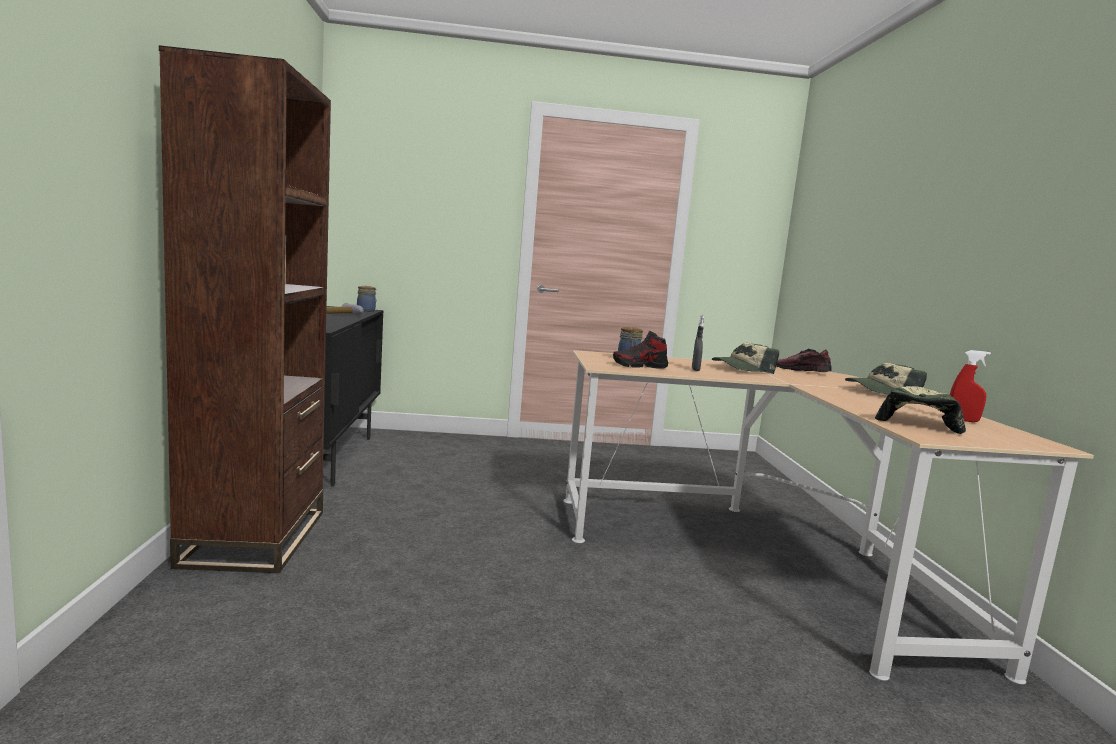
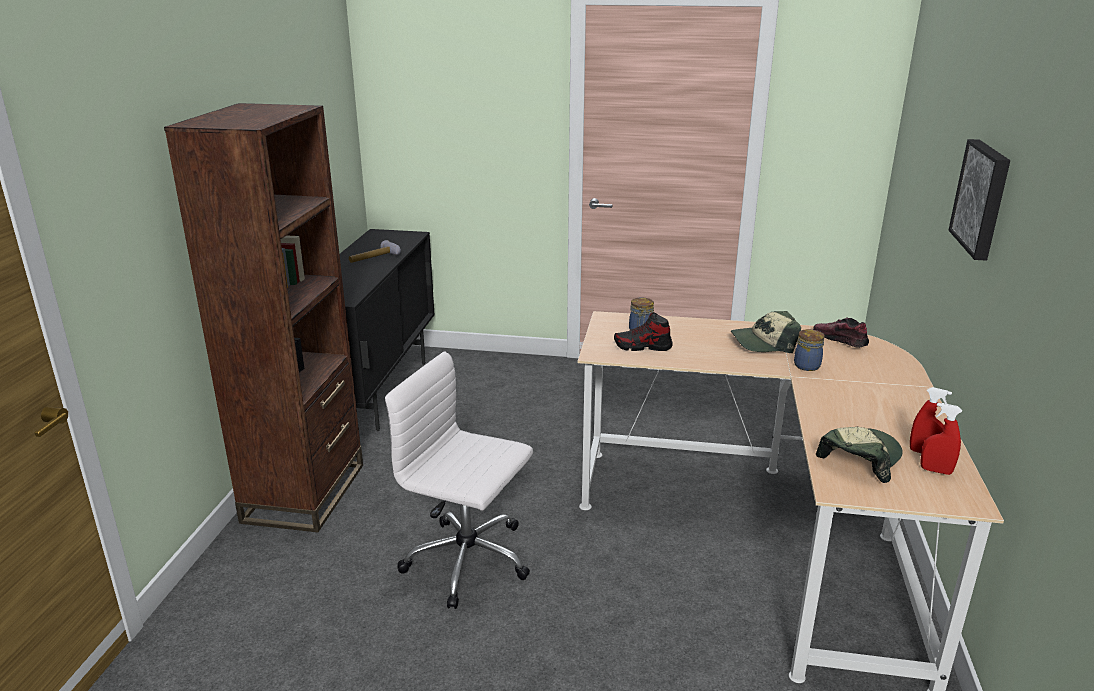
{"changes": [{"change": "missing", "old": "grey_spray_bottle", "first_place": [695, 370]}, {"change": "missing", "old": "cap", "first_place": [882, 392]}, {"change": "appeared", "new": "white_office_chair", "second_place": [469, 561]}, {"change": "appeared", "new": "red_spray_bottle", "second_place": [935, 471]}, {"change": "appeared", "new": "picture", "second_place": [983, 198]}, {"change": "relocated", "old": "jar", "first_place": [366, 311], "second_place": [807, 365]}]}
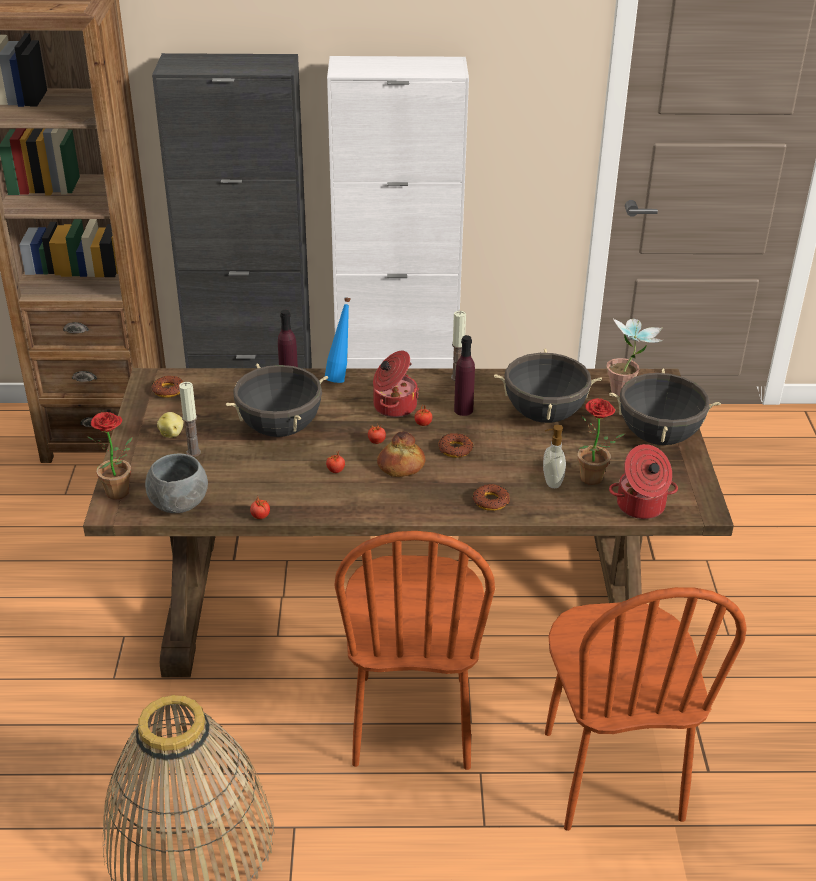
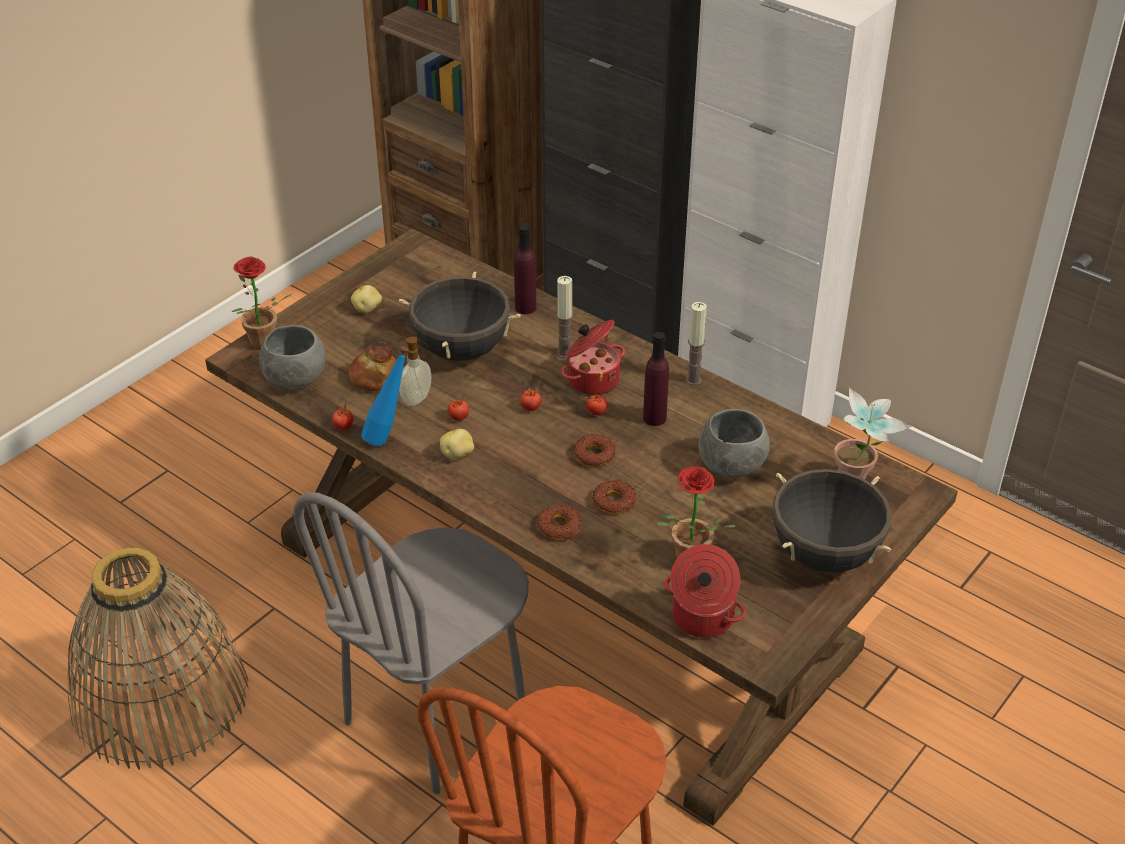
{"changes": [{"change": "appeared", "new": "potato", "second_place": [458, 454]}, {"change": "relocated", "old": "donut", "first_place": [168, 390], "second_place": [614, 501]}, {"change": "relocated", "old": "candle", "first_place": [193, 452], "second_place": [564, 353]}, {"change": "relocated", "old": "blue_bottle", "first_place": [340, 377], "second_place": [389, 437]}, {"change": "relocated", "old": "bread", "first_place": [401, 466], "second_place": [375, 379]}, {"change": "relocated", "old": "soap_dispenser", "first_place": [551, 482], "second_place": [415, 398]}, {"change": "exchanged", "old": "black_cooking_pot", "new": "grey_bowl", "first_place": [544, 415], "second_place": [731, 466]}, {"change": "colour", "old": "brown_chair", "new": "grey_chair", "first_place": [412, 721], "second_place": [436, 716]}]}
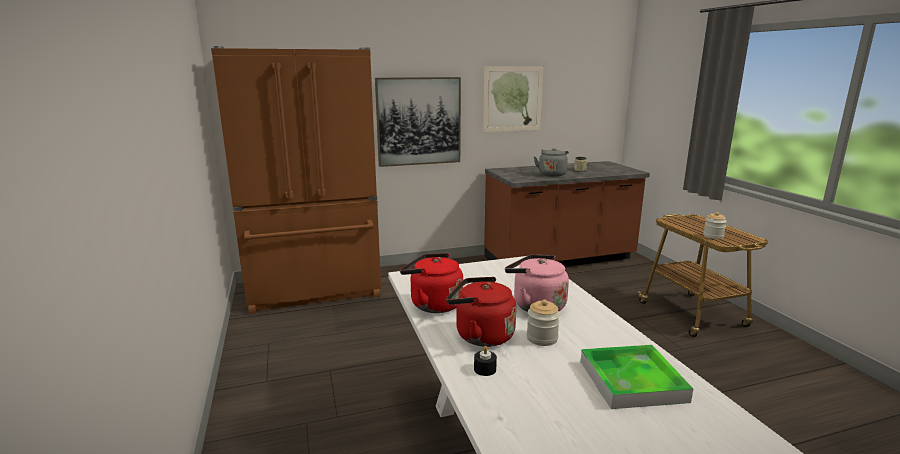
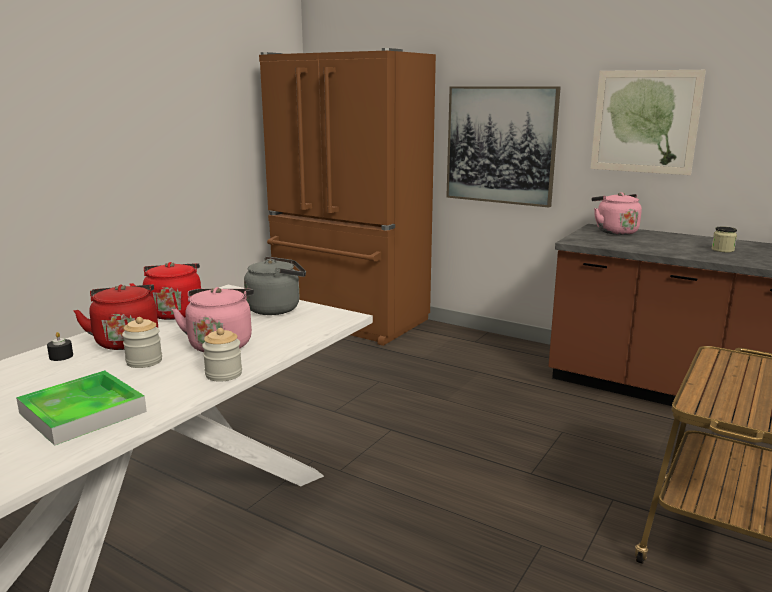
{"changes": [{"change": "appeared", "new": "pink_kettle", "second_place": [614, 231]}, {"change": "relocated", "old": "grey_kettle", "first_place": [552, 174], "second_place": [277, 308]}, {"change": "relocated", "old": "jar", "first_place": [713, 236], "second_place": [223, 374]}]}
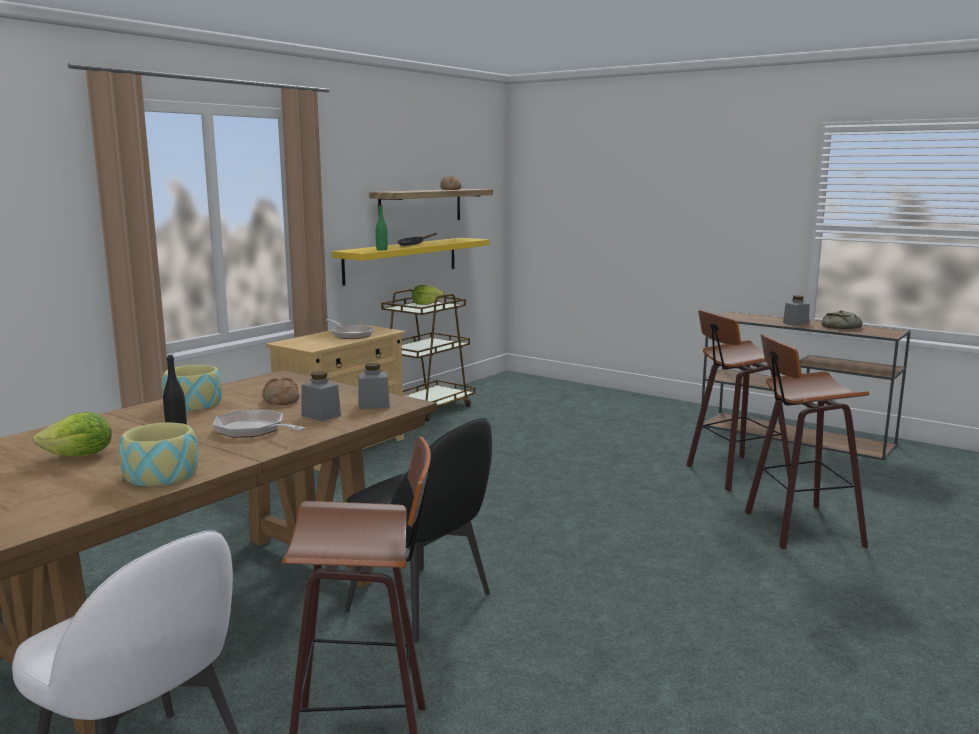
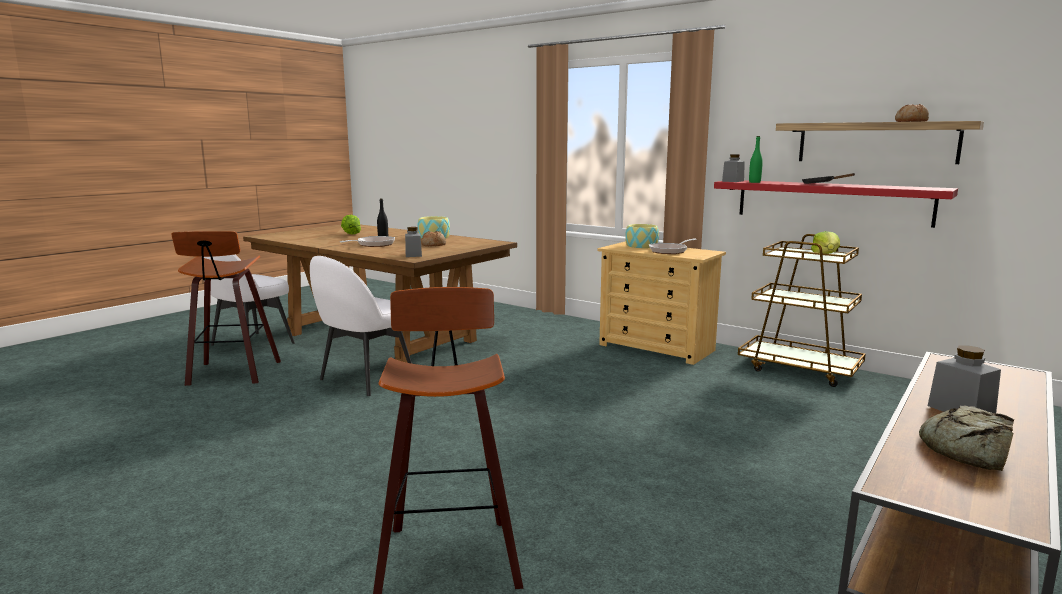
{"changes": [{"change": "missing", "old": "stool", "first_place": [734, 474]}, {"change": "relocated", "old": "bowl", "first_place": [162, 475], "second_place": [641, 246]}, {"change": "relocated", "old": "grey_jar", "first_place": [321, 415], "second_place": [733, 181]}, {"change": "colour", "old": "yellow_shelf", "new": "red_shelf", "first_place": [401, 260], "second_place": [831, 202]}, {"change": "colour", "old": "black_chair", "new": "white_chair", "first_place": [422, 604], "second_place": [365, 379]}]}
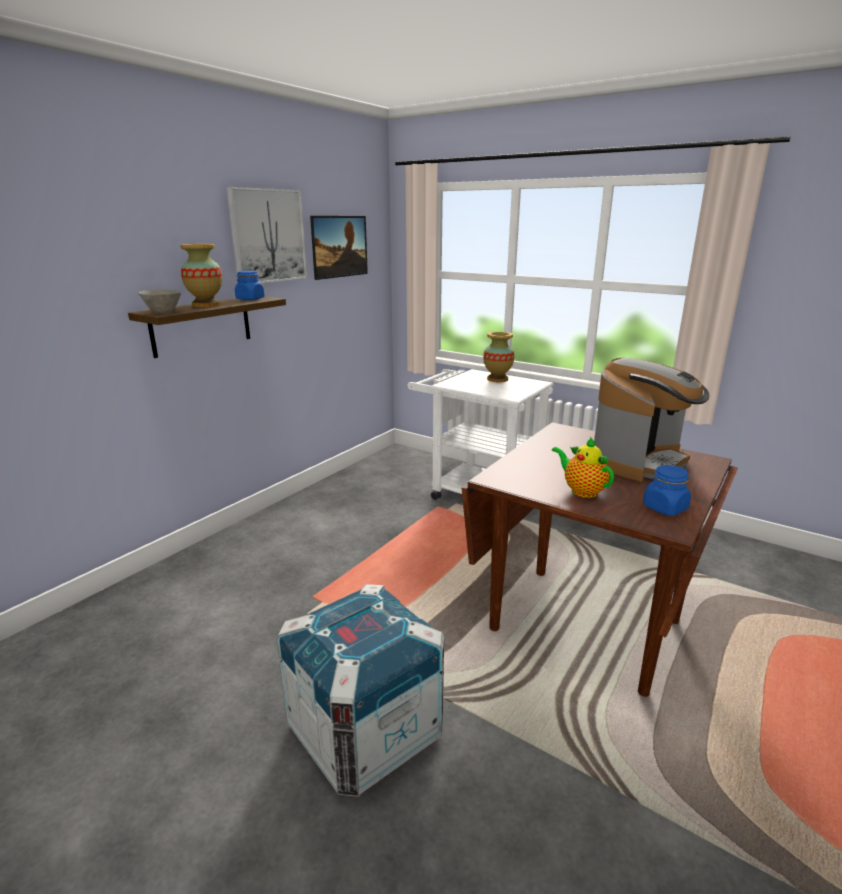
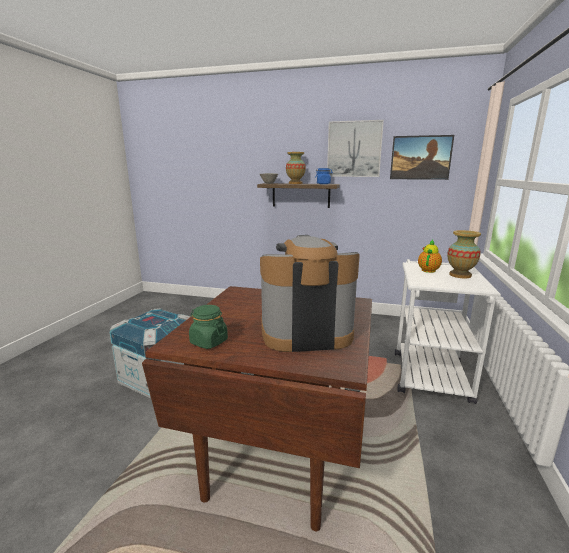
{"changes": [{"change": "relocated", "old": "teapot", "first_place": [581, 491], "second_place": [428, 270]}, {"change": "colour", "old": "blue_jar", "new": "green_jar", "first_place": [665, 508], "second_place": [208, 342]}, {"change": "spun", "old": "coffee_machine", "first_place": [639, 462], "second_place": [305, 332], "degrees": 150}]}
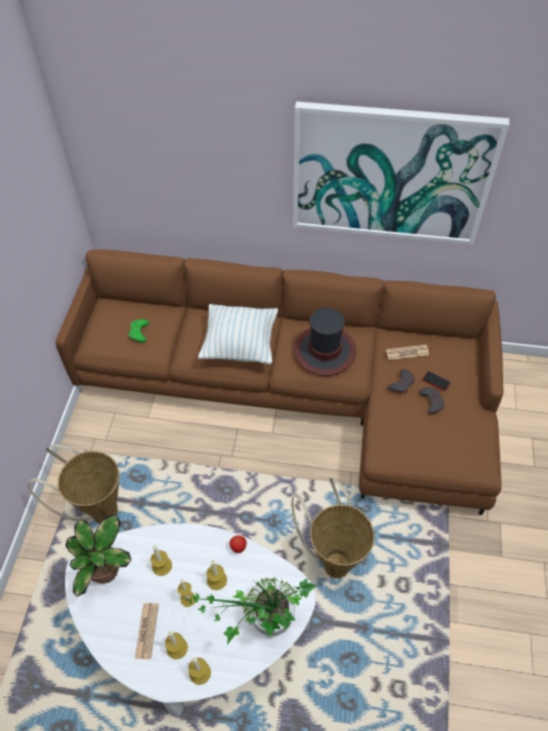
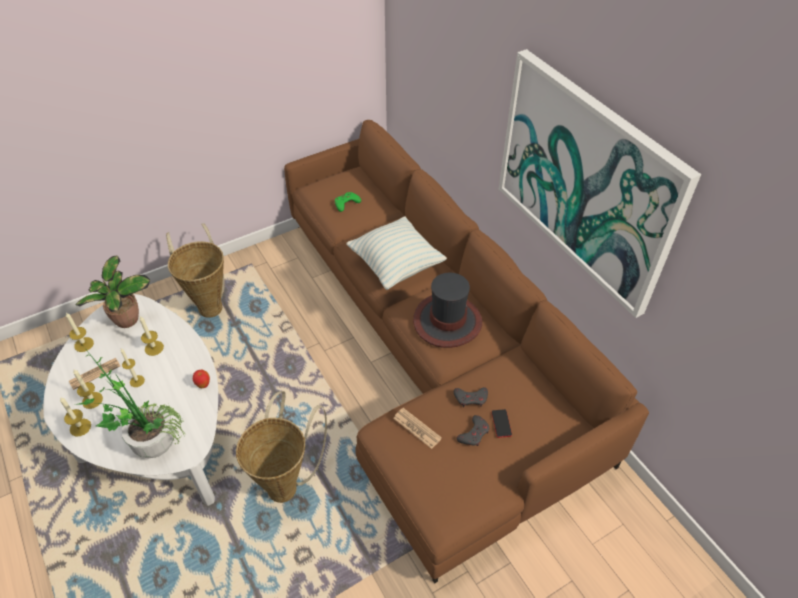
{"changes": [{"change": "relocated", "old": "candle", "first_place": [217, 580], "second_place": [84, 344]}, {"change": "relocated", "old": "newspaper", "first_place": [407, 352], "second_place": [417, 428]}]}
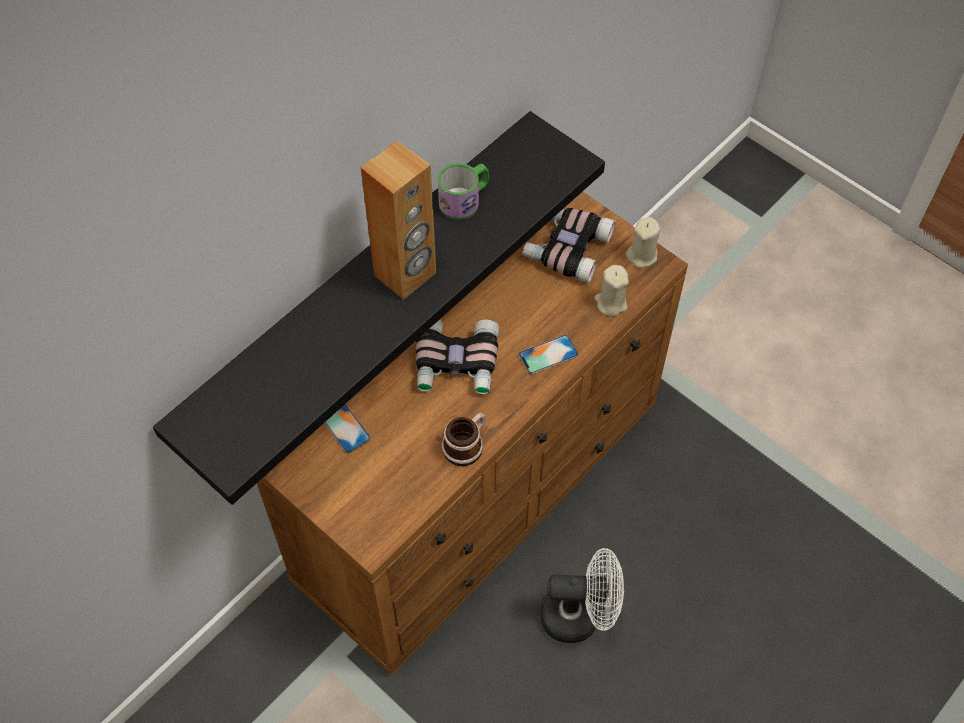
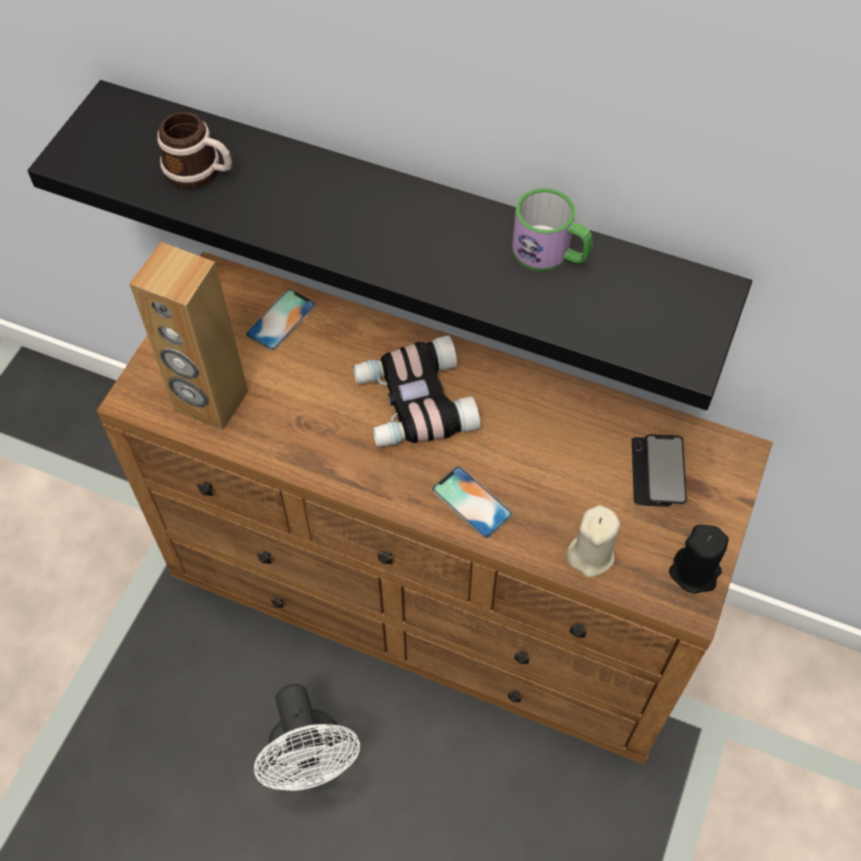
{"changes": [{"change": "relocated", "old": "brown_speaker", "first_place": [405, 274], "second_place": [210, 401]}, {"change": "relocated", "old": "mug", "first_place": [466, 444], "second_place": [200, 171]}, {"change": "exchanged", "old": "binoculars", "new": "phone", "first_place": [566, 247], "second_place": [658, 471]}, {"change": "colour", "old": "beige_candle", "new": "black_candle", "first_place": [642, 255], "second_place": [694, 572]}]}
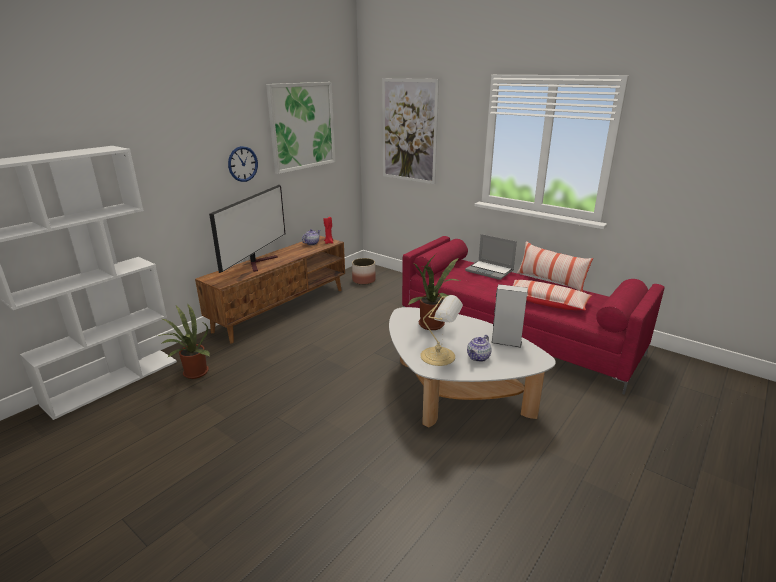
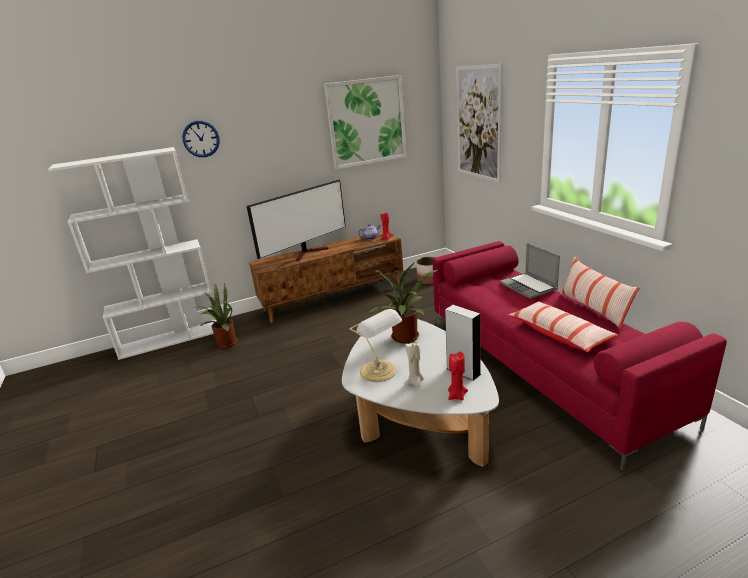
{"changes": [{"change": "appeared", "new": "red_candle", "second_place": [457, 396]}, {"change": "relocated", "old": "wall_clock", "first_place": [242, 164], "second_place": [201, 139]}, {"change": "exchanged", "old": "teapot", "new": "beige_candle", "first_place": [478, 358], "second_place": [415, 382]}]}
